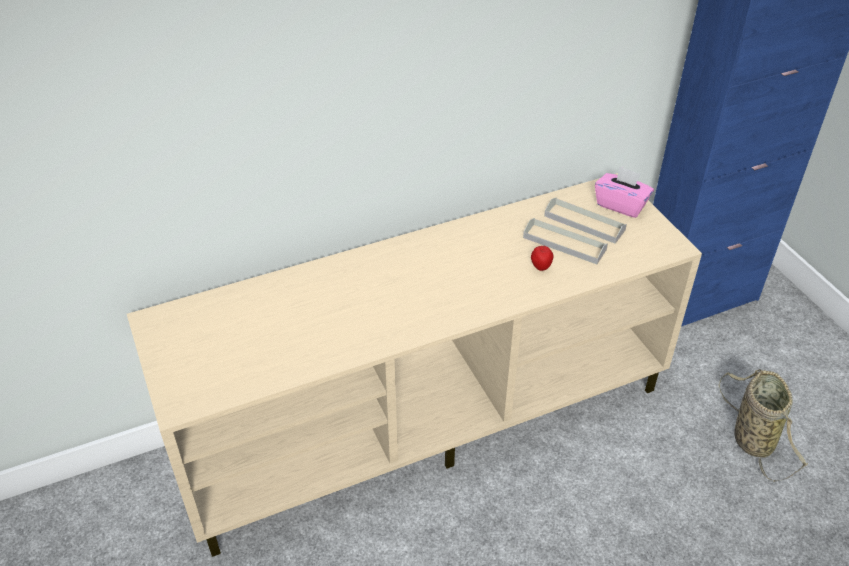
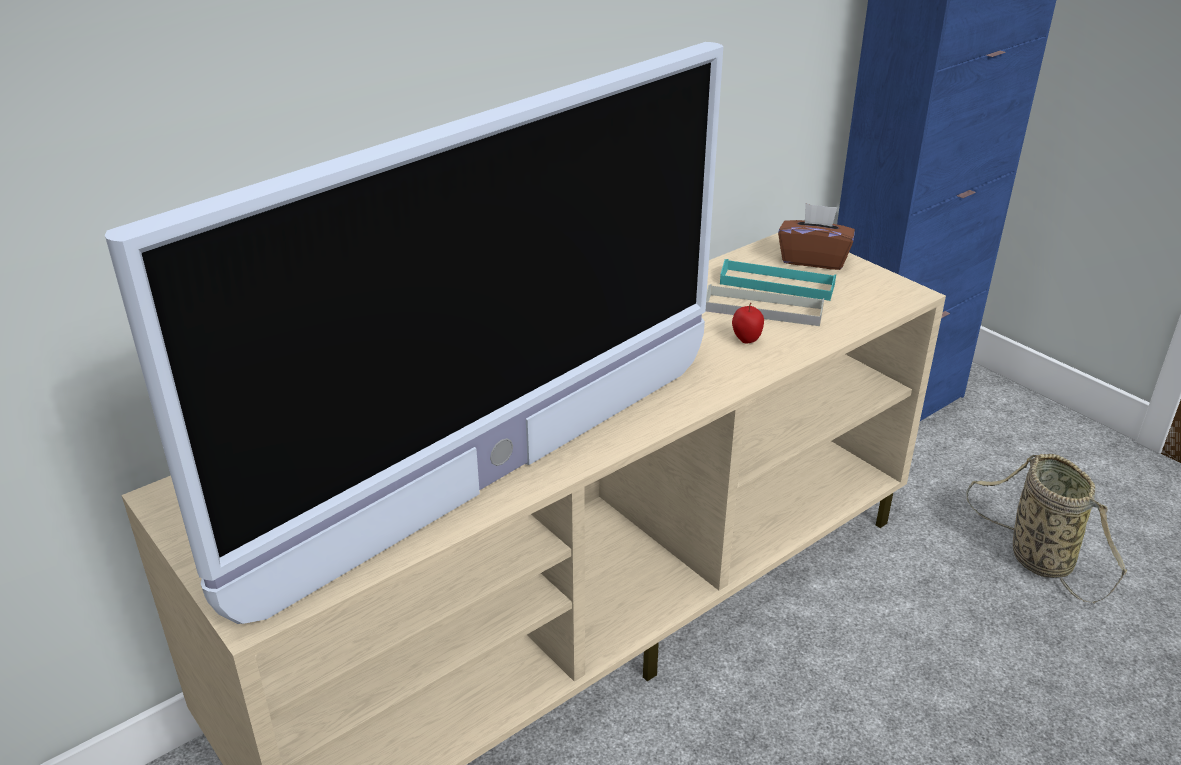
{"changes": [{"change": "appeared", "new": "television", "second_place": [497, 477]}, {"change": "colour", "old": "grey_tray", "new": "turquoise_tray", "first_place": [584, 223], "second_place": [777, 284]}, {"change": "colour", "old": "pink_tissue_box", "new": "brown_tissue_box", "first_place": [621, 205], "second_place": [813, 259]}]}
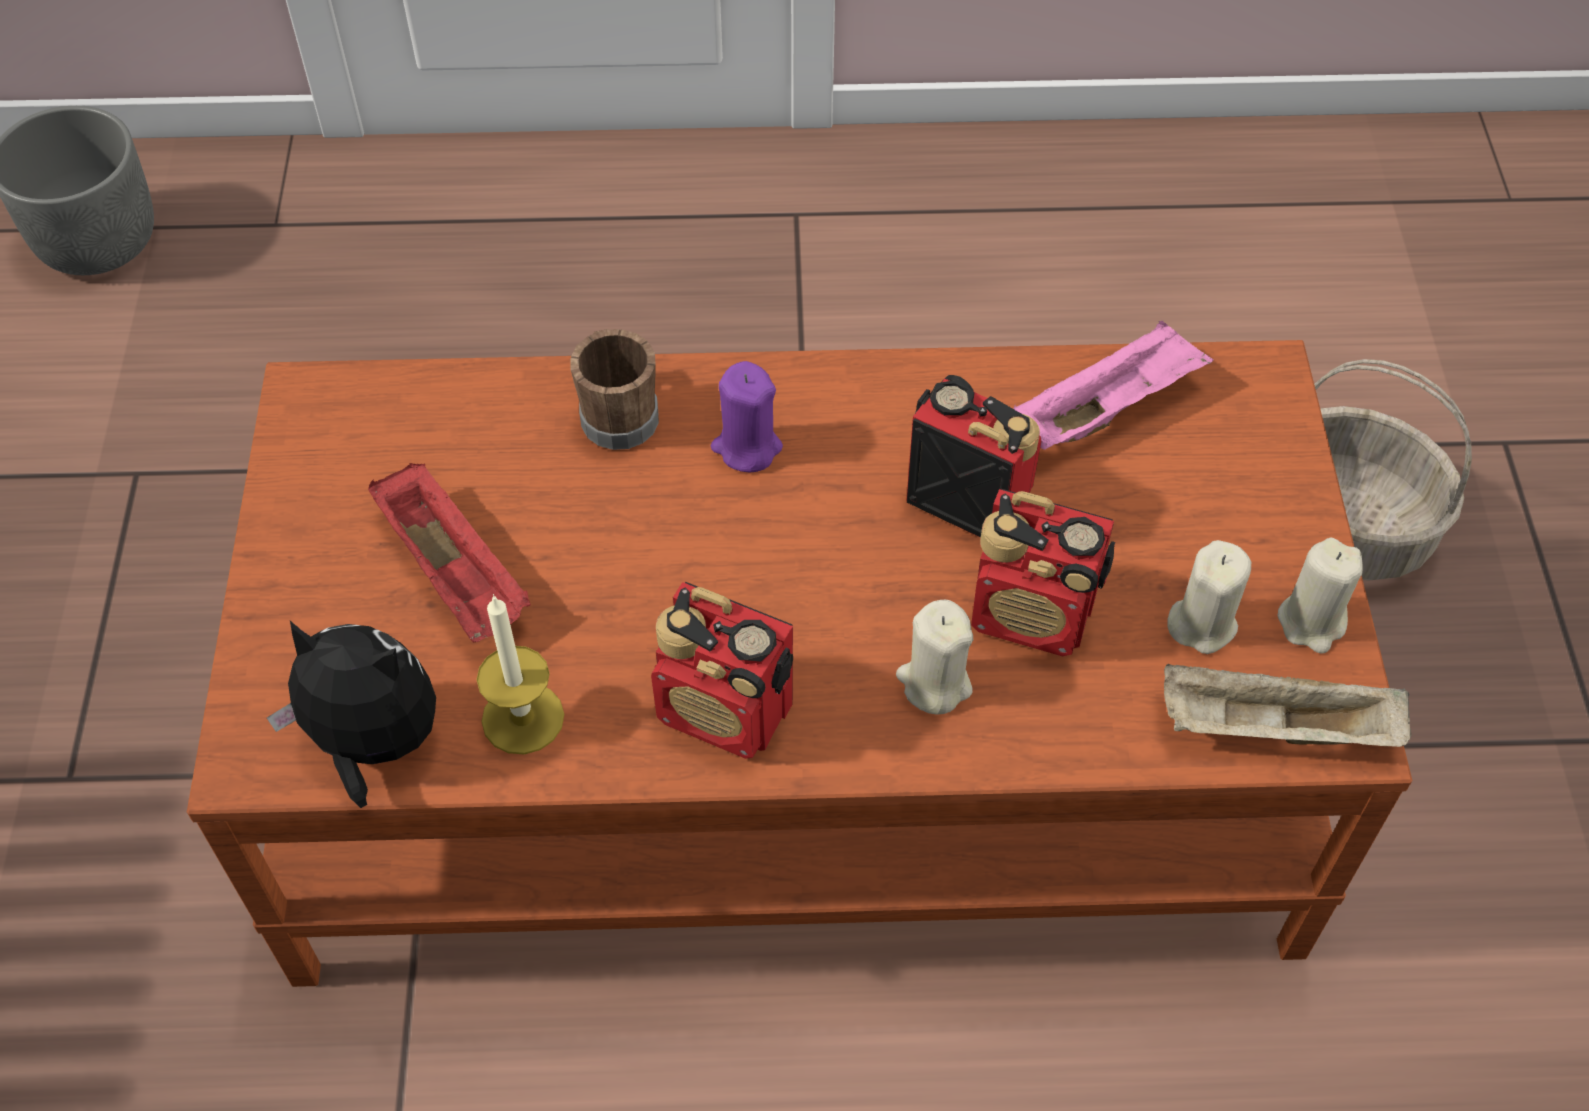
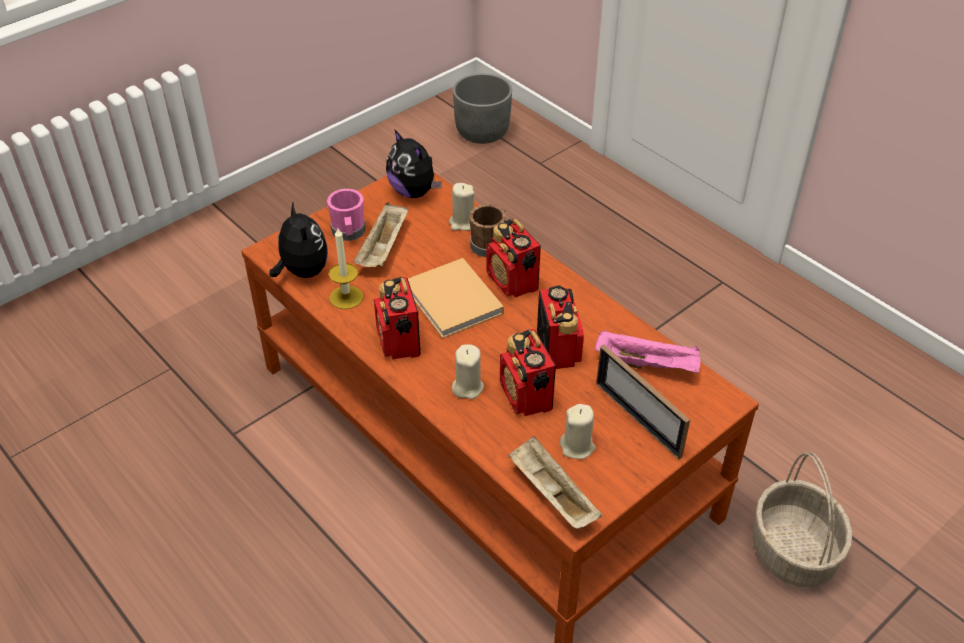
{"changes": [{"change": "appeared", "new": "pink_mug", "second_place": [349, 233]}, {"change": "appeared", "new": "plush_toy", "second_place": [414, 191]}, {"change": "appeared", "new": "beige_book", "second_place": [454, 302]}, {"change": "appeared", "new": "picture_frame", "second_place": [638, 419]}, {"change": "relocated", "old": "beige_candle", "first_place": [1311, 622], "second_place": [463, 223]}, {"change": "exchanged", "old": "purple_candle", "new": "radio", "first_place": [746, 447], "second_place": [512, 282]}, {"change": "colour", "old": "red_tray", "new": "beige_tray", "first_place": [456, 574], "second_place": [383, 249]}]}
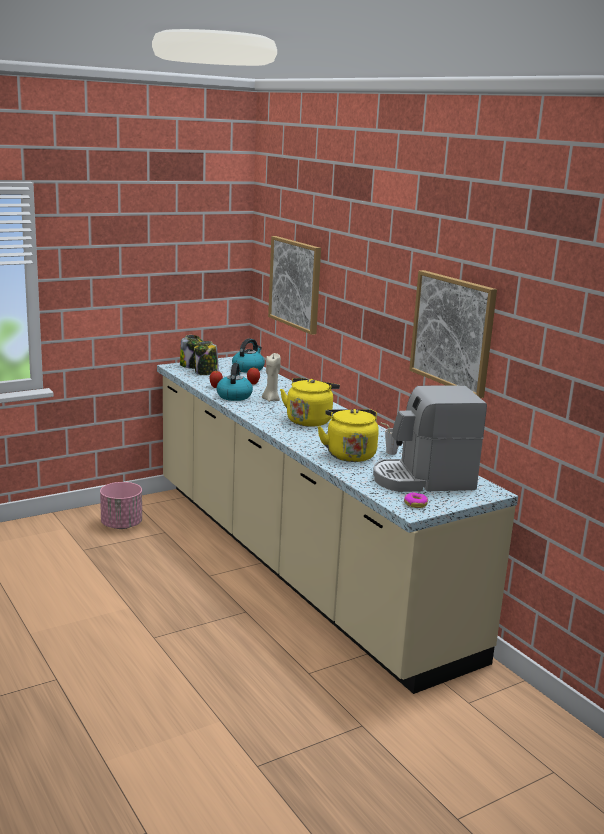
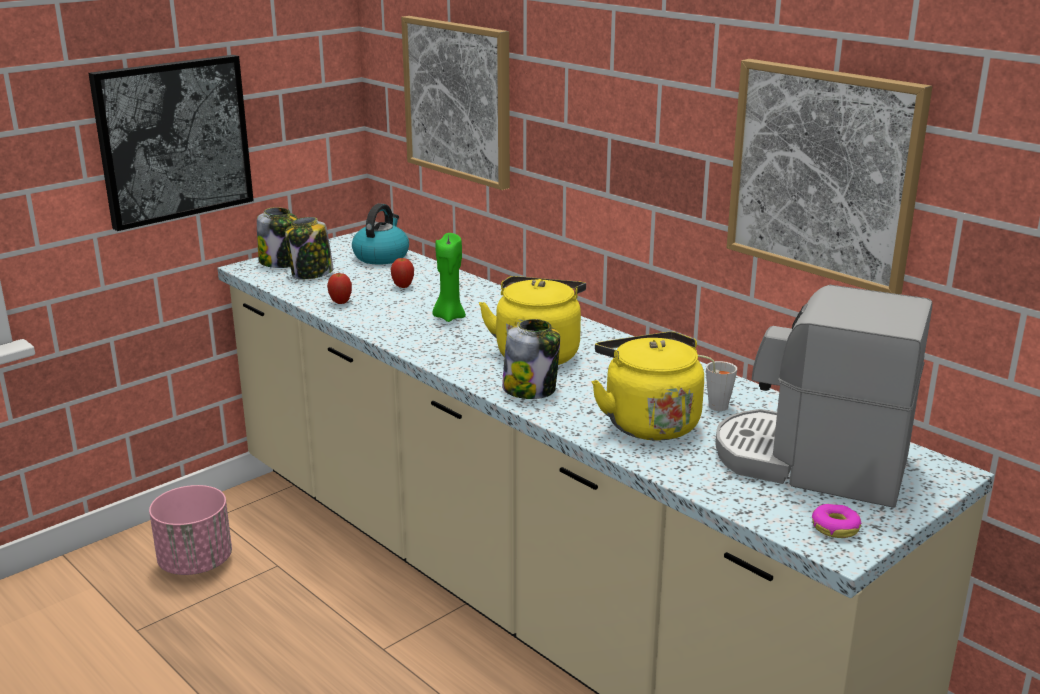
{"changes": [{"change": "missing", "old": "kettle", "first_place": [234, 396]}, {"change": "appeared", "new": "picture", "second_place": [173, 140]}, {"change": "appeared", "new": "jar", "second_place": [530, 389]}, {"change": "colour", "old": "beige_candle", "new": "green_candle", "first_place": [271, 400], "second_place": [449, 317]}, {"change": "spun", "old": "coffee_machine", "first_place": [423, 480], "second_place": [811, 463], "degrees": 45}]}
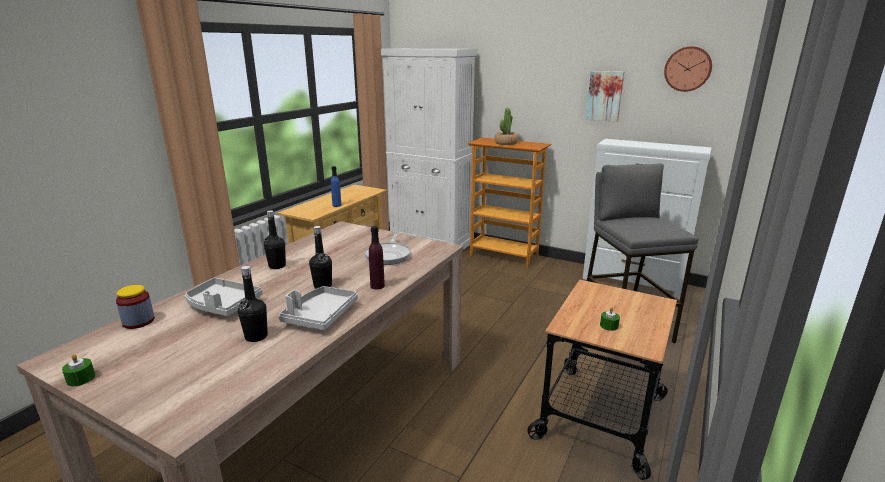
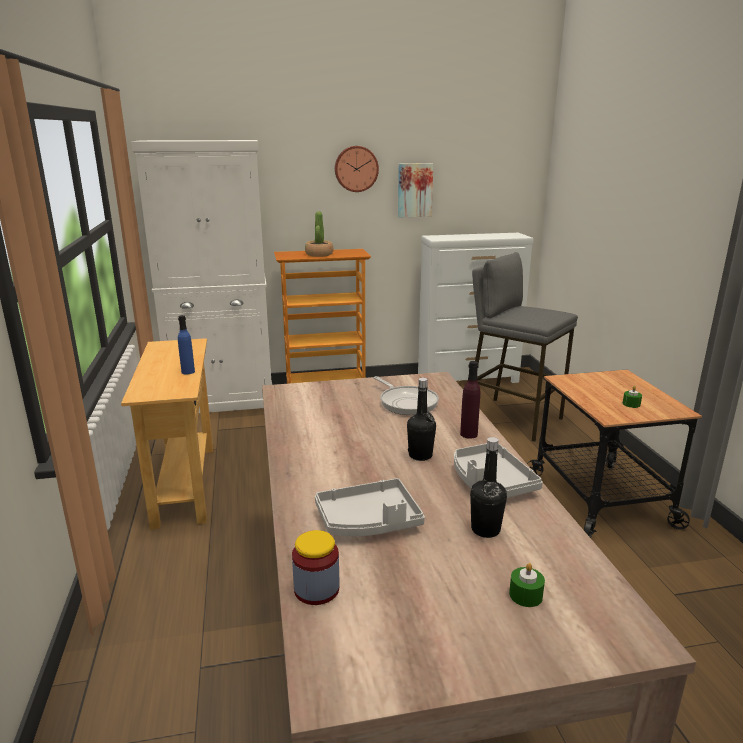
{"changes": [{"change": "missing", "old": "black_bottle", "first_place": [277, 266]}, {"change": "relocated", "old": "green_candle", "first_place": [81, 378], "second_place": [525, 595]}, {"change": "relocated", "old": "wall_clock", "first_place": [687, 69], "second_place": [356, 169]}]}
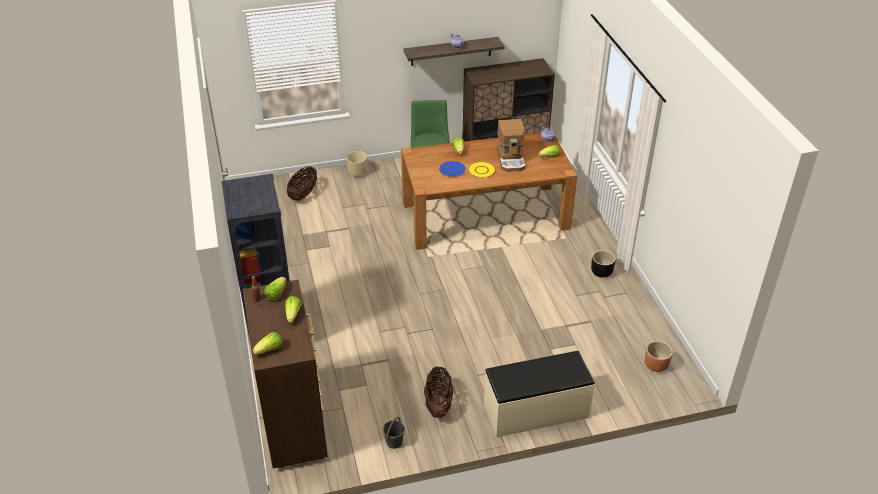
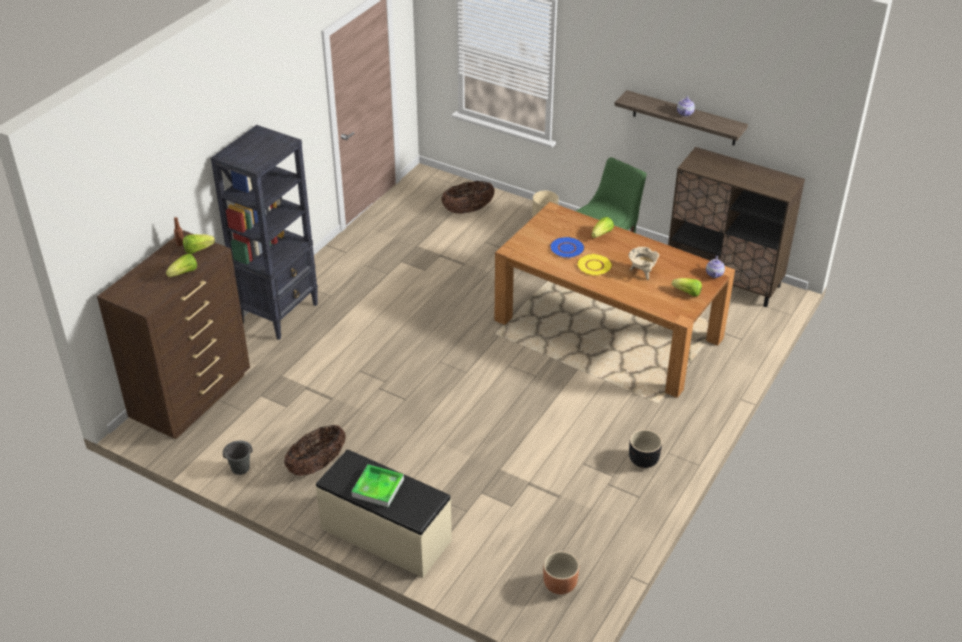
{"changes": [{"change": "missing", "old": "lettuce", "first_place": [270, 350]}, {"change": "appeared", "new": "tray", "second_place": [378, 488]}, {"change": "exchanged", "old": "coffee_machine", "new": "beige_cooking_pot", "first_place": [511, 159], "second_place": [642, 272]}]}
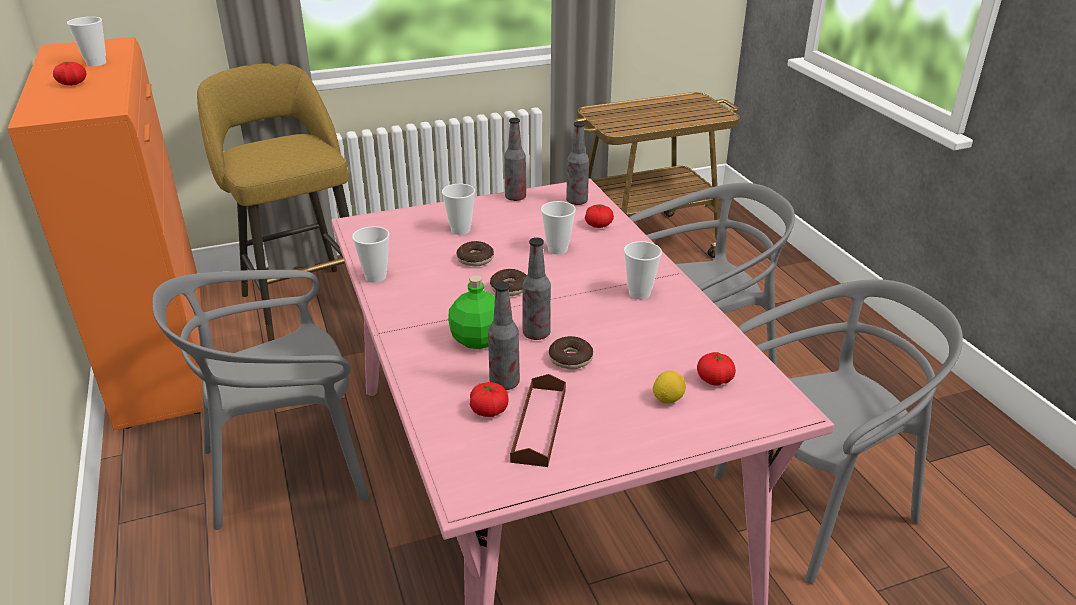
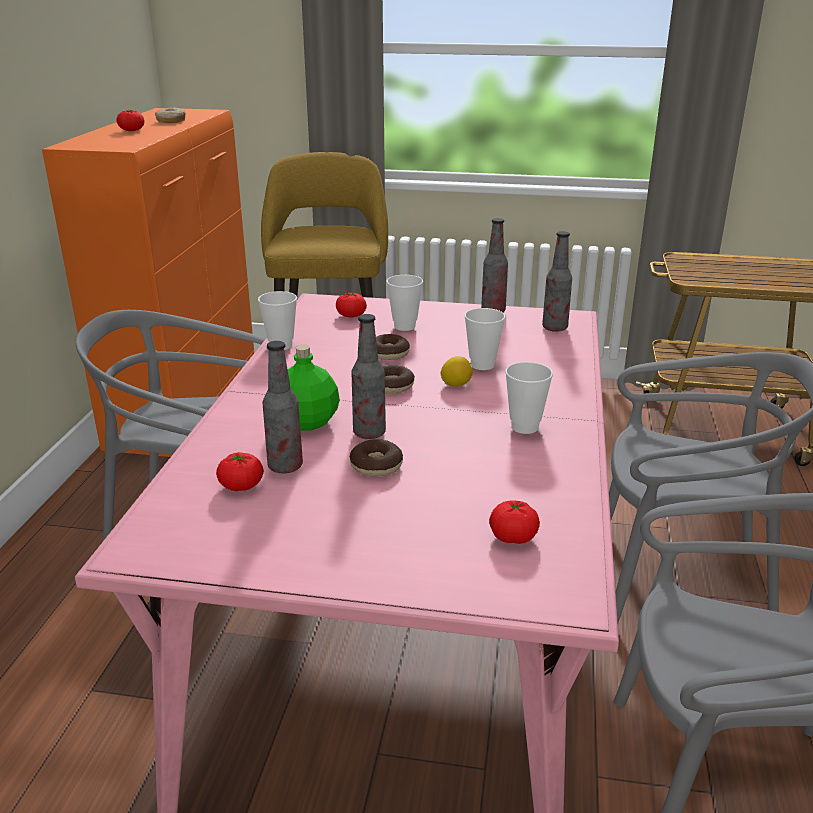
{"changes": [{"change": "missing", "old": "brown_tray", "first_place": [539, 425]}, {"change": "relocated", "old": "tomato", "first_place": [598, 225], "second_place": [351, 315]}, {"change": "relocated", "old": "lemon", "first_place": [667, 399], "second_place": [456, 384]}, {"change": "exchanged", "old": "cup", "new": "donut", "first_place": [96, 63], "second_place": [171, 121]}]}
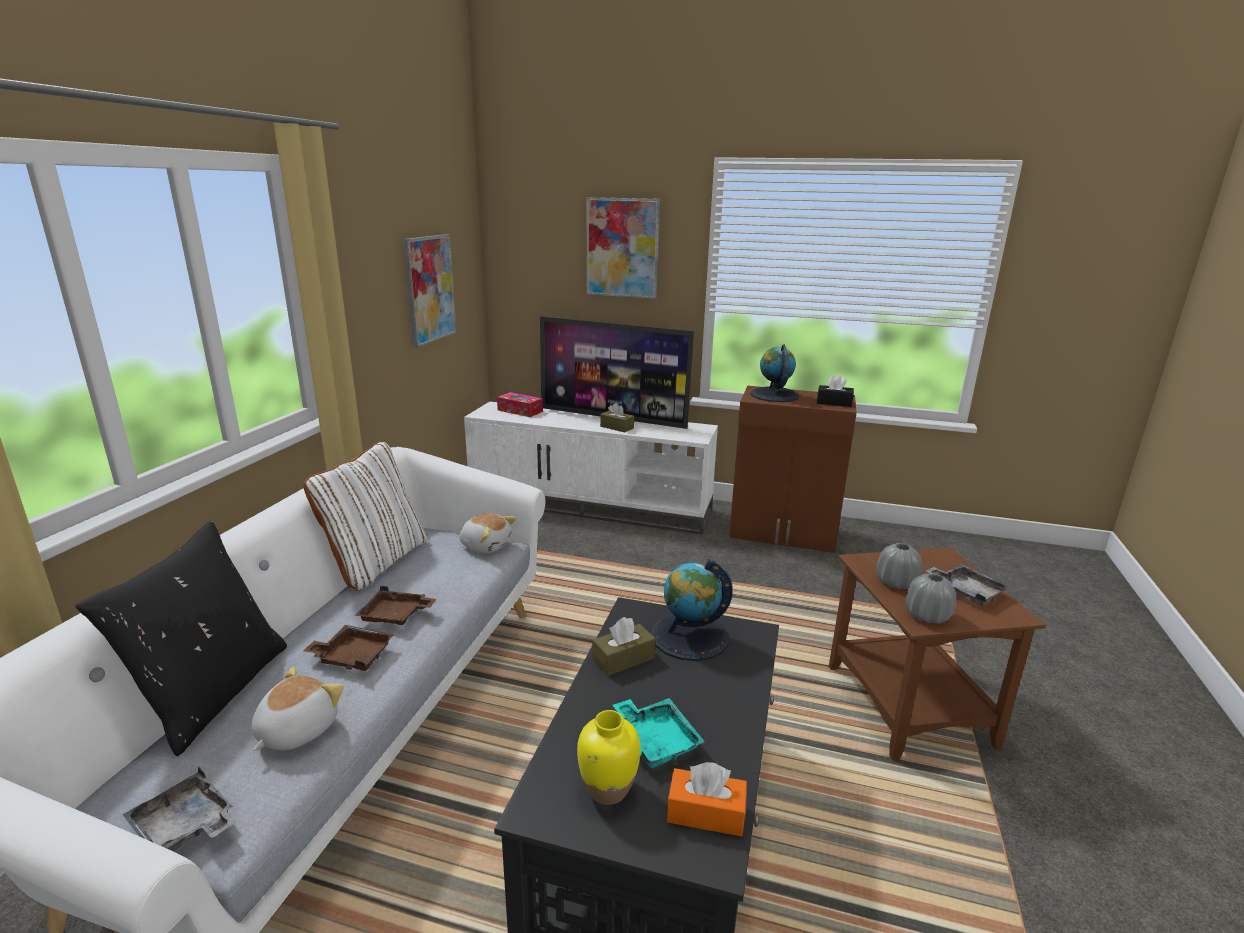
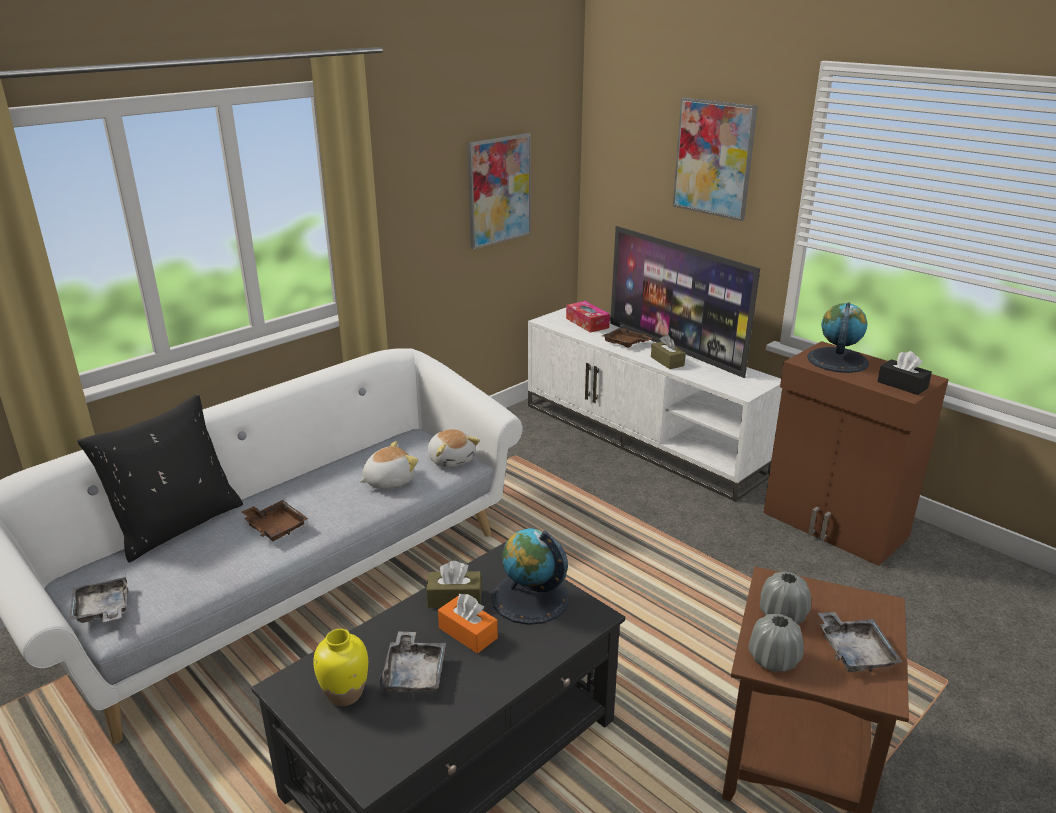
{"changes": [{"change": "missing", "old": "white_pillow", "first_place": [376, 561]}, {"change": "relocated", "old": "plush_toy", "first_place": [296, 730], "second_place": [388, 481]}, {"change": "relocated", "old": "brown_tray", "first_place": [395, 616], "second_place": [625, 343]}, {"change": "relocated", "old": "orange_tissue_box", "first_place": [706, 813], "second_place": [468, 633]}, {"change": "colour", "old": "turquoise_tray", "new": "grey_tray", "first_place": [655, 740], "second_place": [414, 673]}]}
